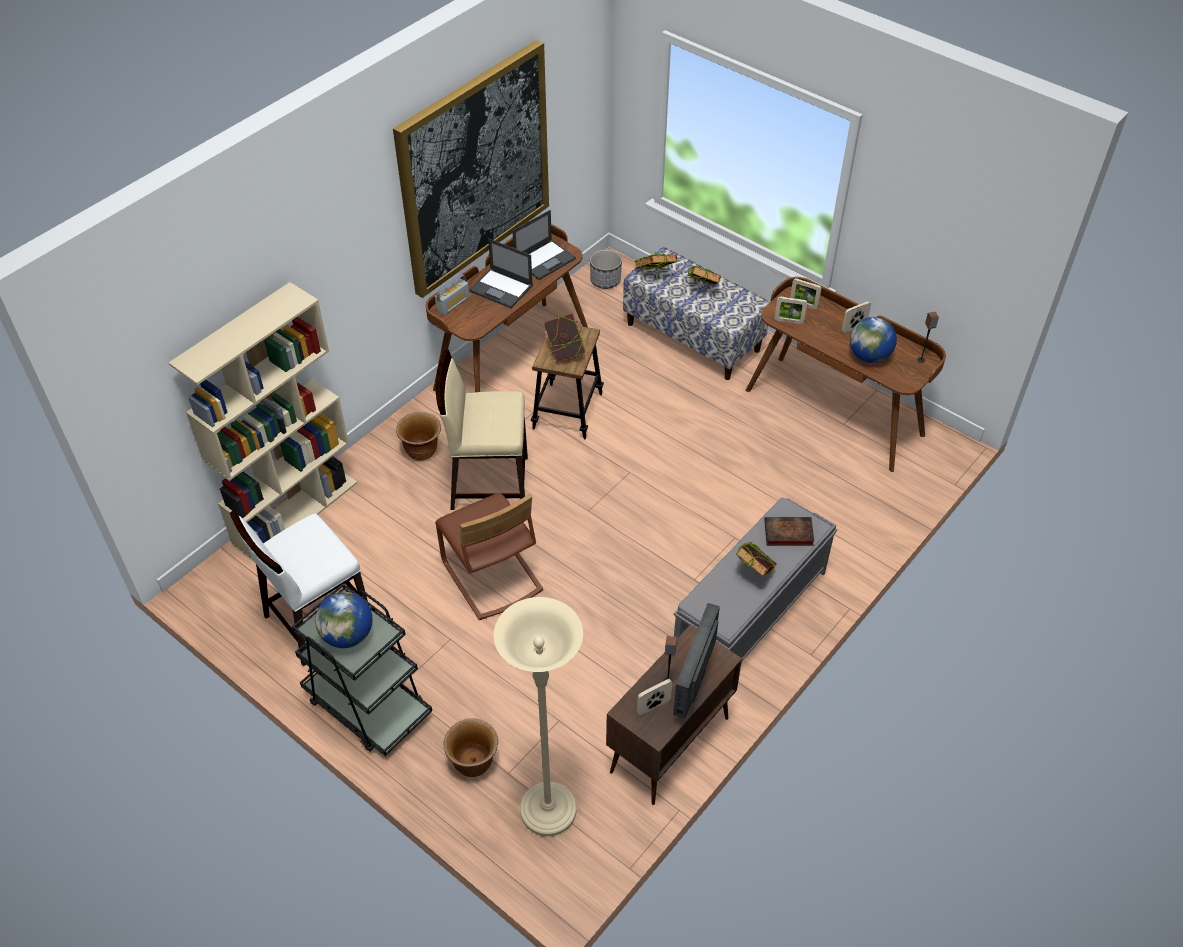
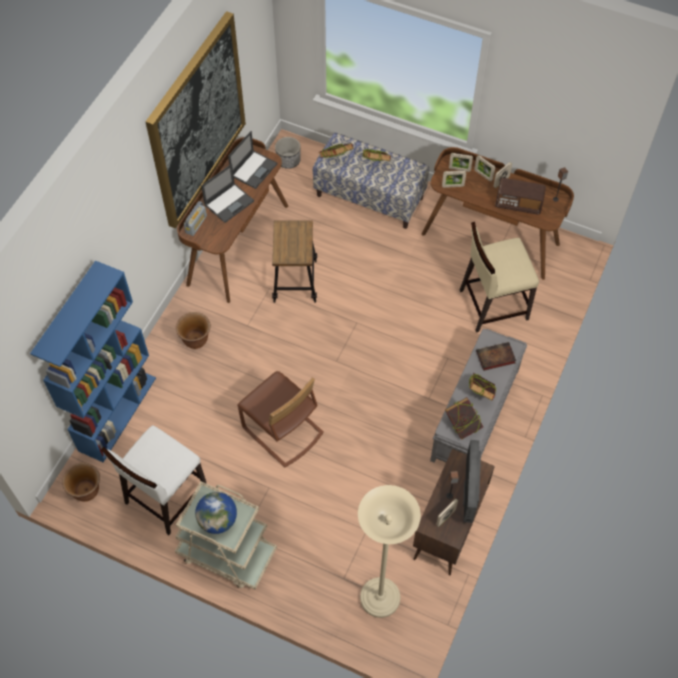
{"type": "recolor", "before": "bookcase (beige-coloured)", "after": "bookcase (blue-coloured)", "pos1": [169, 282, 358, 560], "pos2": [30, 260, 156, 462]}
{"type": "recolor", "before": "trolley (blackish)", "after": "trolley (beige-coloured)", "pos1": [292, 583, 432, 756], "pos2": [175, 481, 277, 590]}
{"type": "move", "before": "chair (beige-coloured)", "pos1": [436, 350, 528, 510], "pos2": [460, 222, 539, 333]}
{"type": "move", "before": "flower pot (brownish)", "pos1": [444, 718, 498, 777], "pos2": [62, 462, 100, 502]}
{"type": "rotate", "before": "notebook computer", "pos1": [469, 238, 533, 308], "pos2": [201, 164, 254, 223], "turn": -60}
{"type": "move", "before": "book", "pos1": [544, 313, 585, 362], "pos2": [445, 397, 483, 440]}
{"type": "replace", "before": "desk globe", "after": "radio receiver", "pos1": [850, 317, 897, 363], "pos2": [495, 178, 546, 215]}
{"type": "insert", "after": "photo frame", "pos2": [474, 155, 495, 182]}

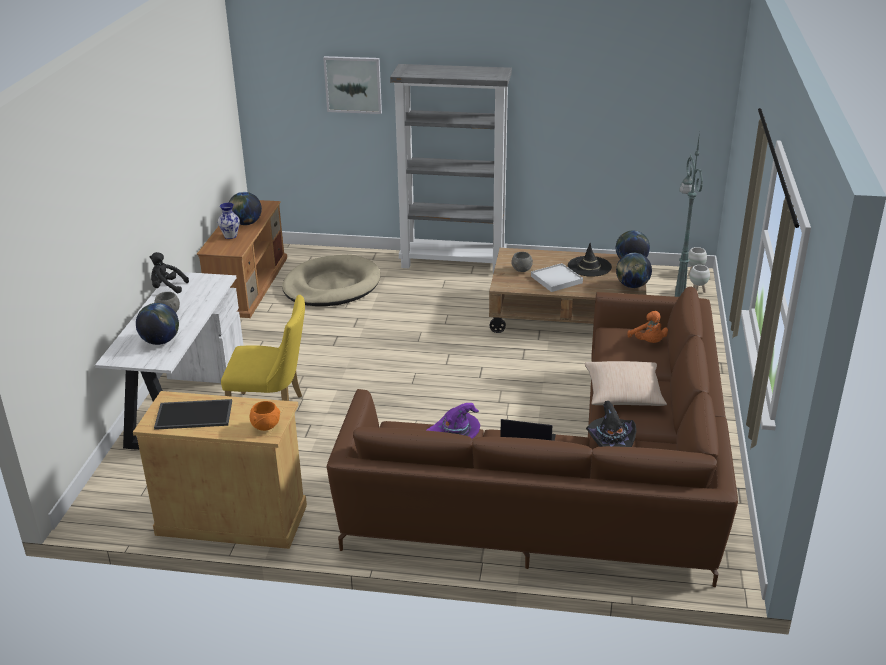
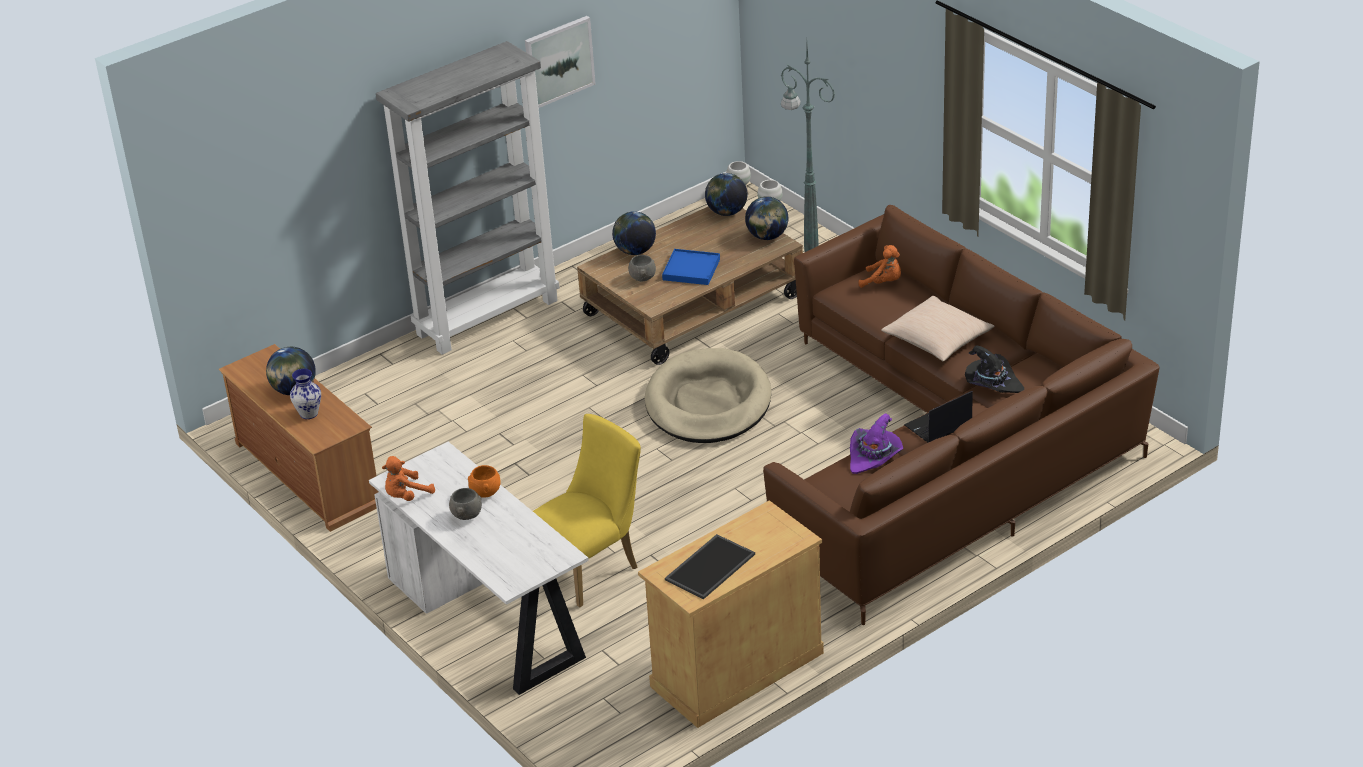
{"type": "move", "before": "desk globe", "pos1": [136, 303, 179, 345], "pos2": [612, 211, 656, 255]}
{"type": "recolor", "before": "plush toy (blackish)", "after": "plush toy (orange-coloured)", "pos1": [150, 252, 189, 293], "pos2": [382, 456, 435, 501]}
{"type": "move", "before": "serving bowl (orange-coloured)", "pos1": [250, 401, 280, 431], "pos2": [468, 465, 501, 498]}
{"type": "move", "before": "pet bed (beige-coloured)", "pos1": [282, 255, 380, 306], "pos2": [645, 348, 771, 443]}
{"type": "move", "before": "wall picture", "pos1": [323, 56, 382, 114], "pos2": [525, 16, 596, 108]}
{"type": "recolor", "before": "tray (white)", "after": "tray (blue-coloured)", "pos1": [531, 263, 583, 292], "pos2": [662, 249, 720, 285]}
{"type": "delete", "before": "hat (blackish)", "pos1": [568, 243, 612, 277]}

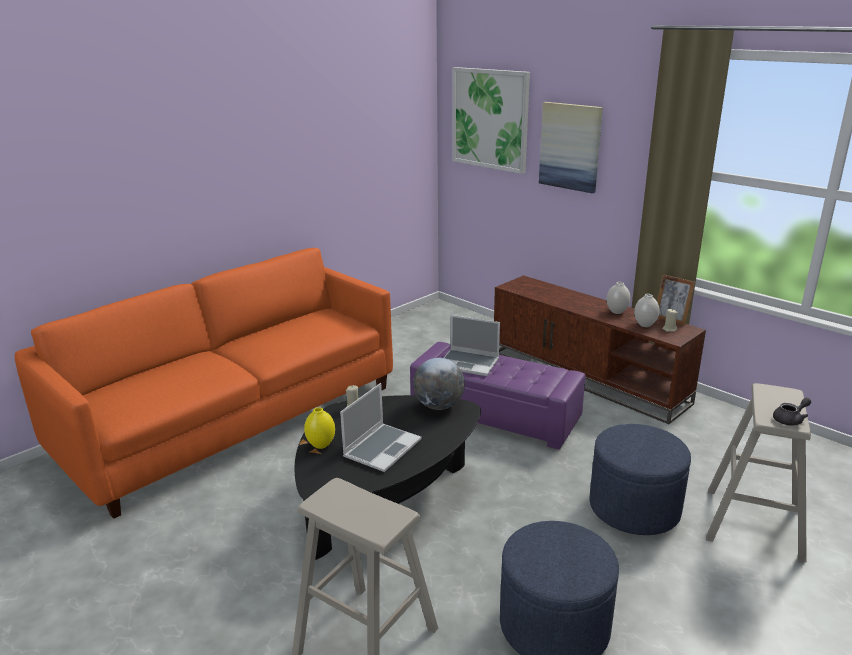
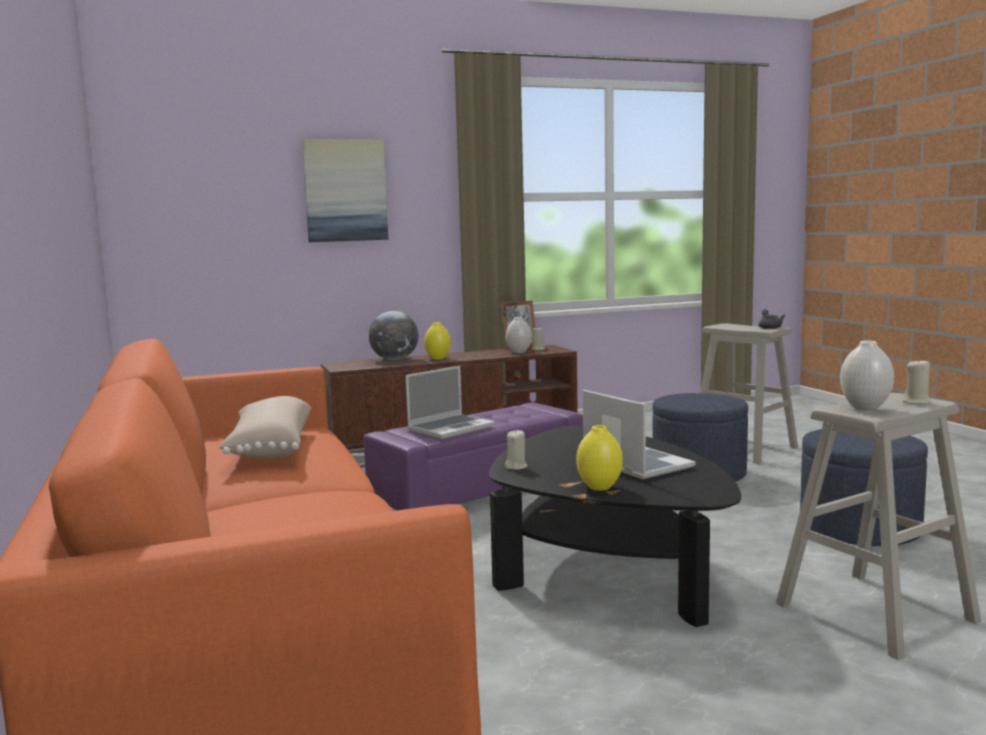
{"type": "move", "before": "desk globe", "pos1": [413, 358, 465, 410], "pos2": [369, 311, 418, 360]}
{"type": "delete", "before": "wall picture", "pos1": [452, 67, 530, 174]}
{"type": "move", "before": "decorative vase (white)", "pos1": [607, 282, 631, 314], "pos2": [840, 340, 894, 410]}
{"type": "insert", "after": "throw pillow (beige-coloured)", "pos2": [218, 396, 311, 458]}
{"type": "insert", "after": "decorative vase (yellow-coloured)", "pos2": [424, 322, 451, 360]}
{"type": "insert", "after": "wax light (beige-coloured)", "pos2": [903, 358, 932, 404]}

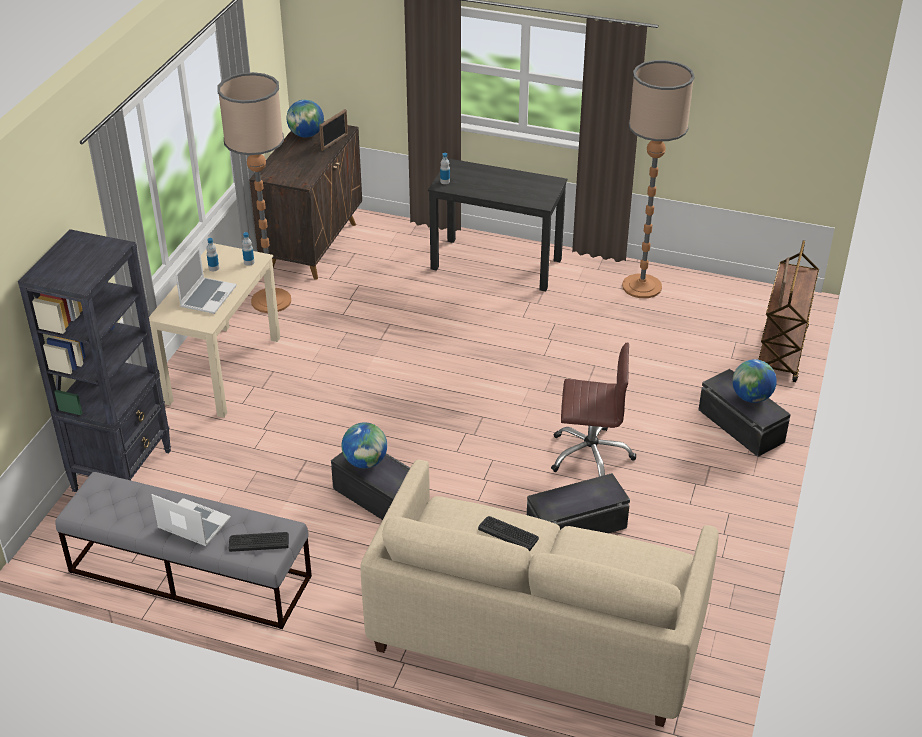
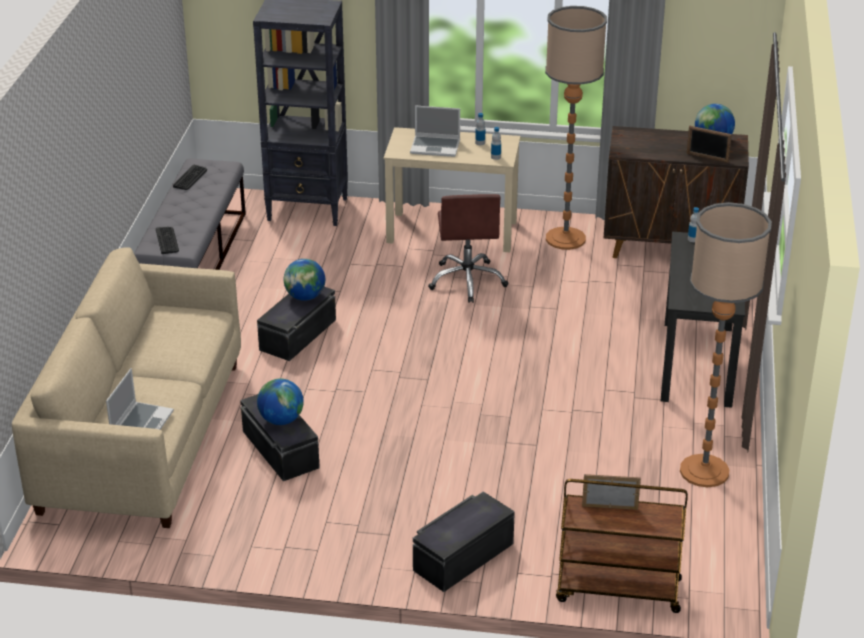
{"type": "move", "before": "notebook computer", "pos1": [152, 494, 231, 546], "pos2": [106, 368, 174, 430]}
{"type": "move", "before": "keyboard", "pos1": [478, 516, 539, 551], "pos2": [173, 165, 207, 190]}
{"type": "move", "before": "computer chair (brownish)", "pos1": [551, 343, 636, 477], "pos2": [428, 194, 508, 303]}
{"type": "move", "before": "desk globe", "pos1": [732, 359, 777, 403], "pos2": [257, 379, 304, 425]}

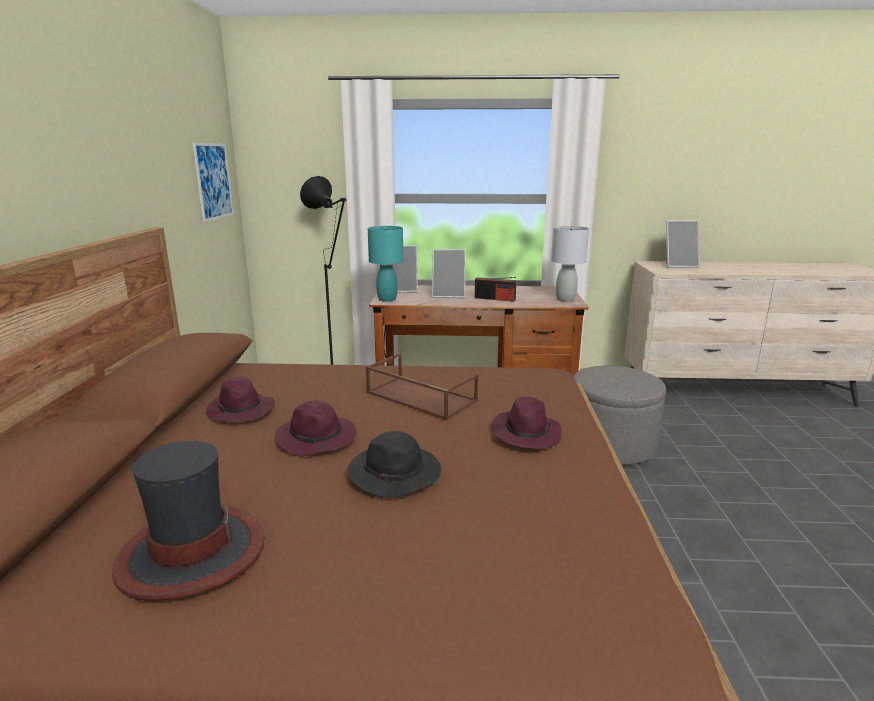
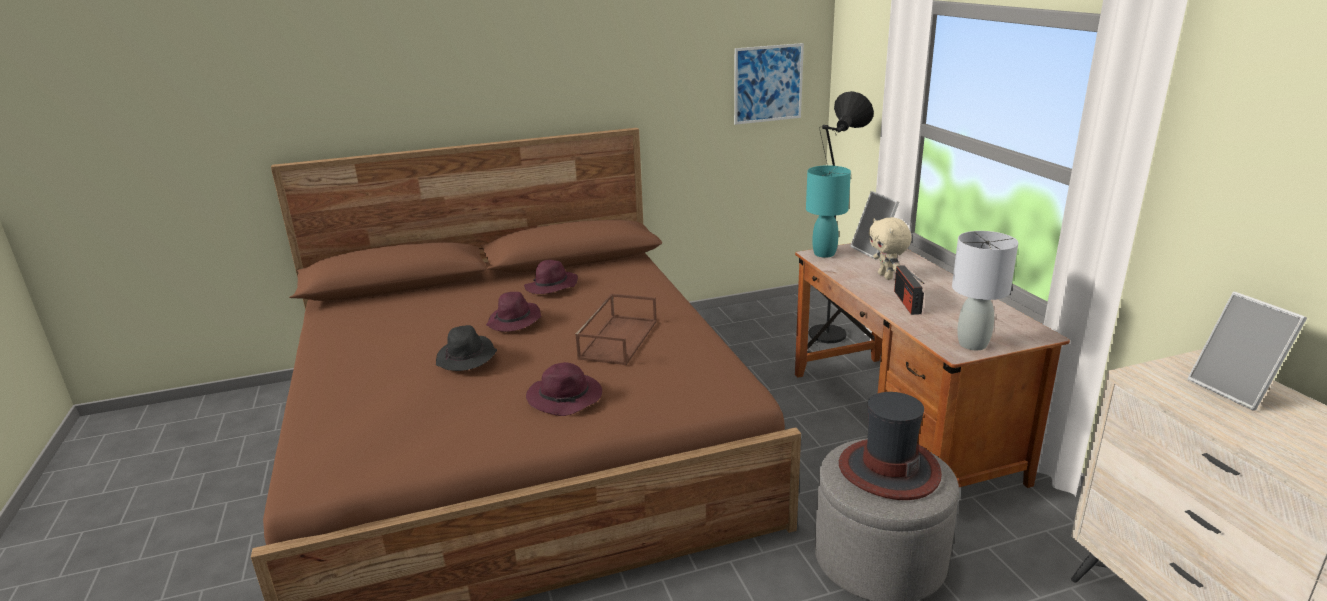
{"type": "move", "before": "hat", "pos1": [112, 441, 265, 601], "pos2": [839, 392, 942, 500]}
{"type": "replace", "before": "photo frame", "after": "plush toy (beige-coloured)", "pos1": [432, 249, 466, 298], "pos2": [869, 217, 912, 280]}

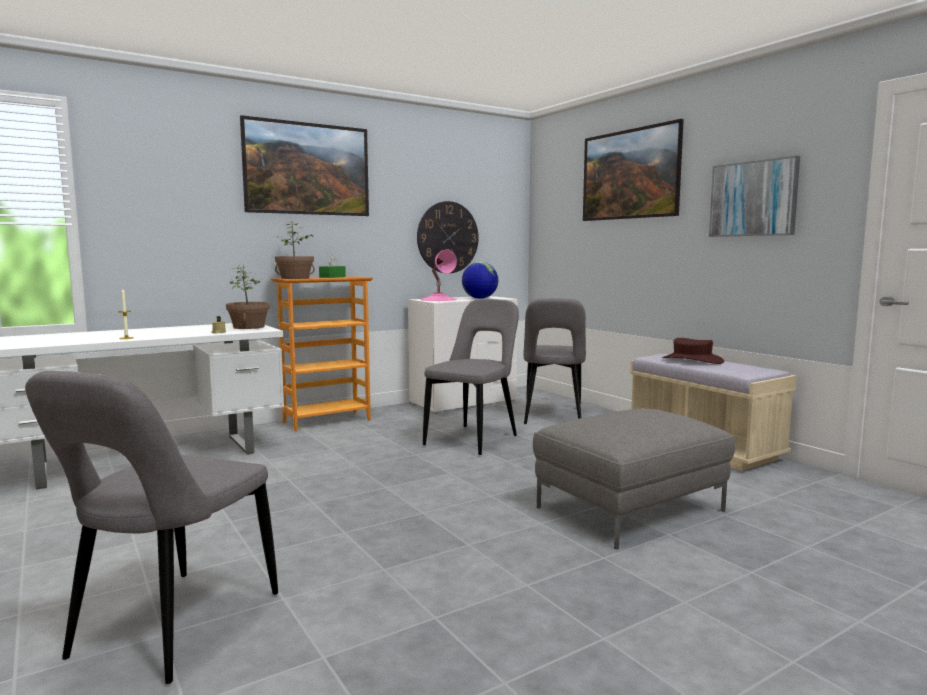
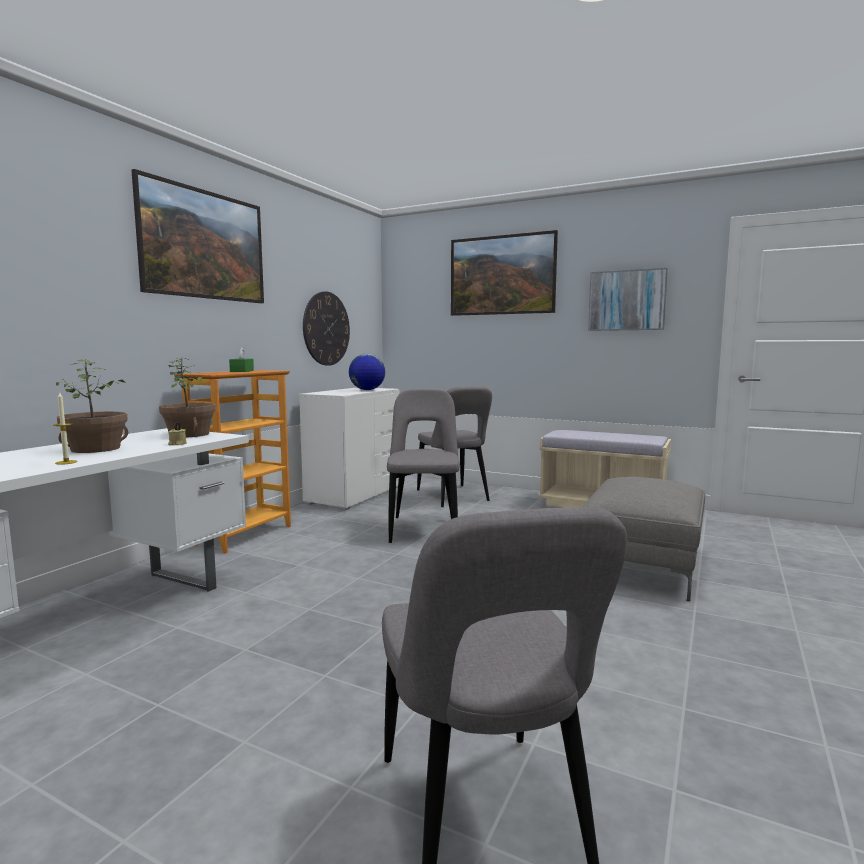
{"type": "move", "before": "potted plant", "pos1": [275, 221, 315, 279], "pos2": [56, 359, 128, 453]}
{"type": "delete", "before": "table lamp (pink-coloured)", "pos1": [421, 249, 457, 301]}
{"type": "delete", "before": "hat (brownish)", "pos1": [662, 338, 724, 364]}

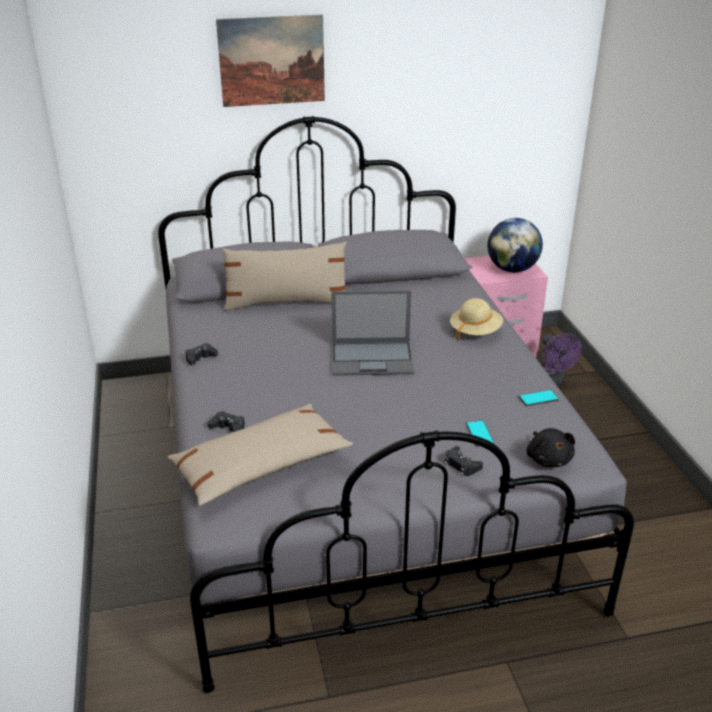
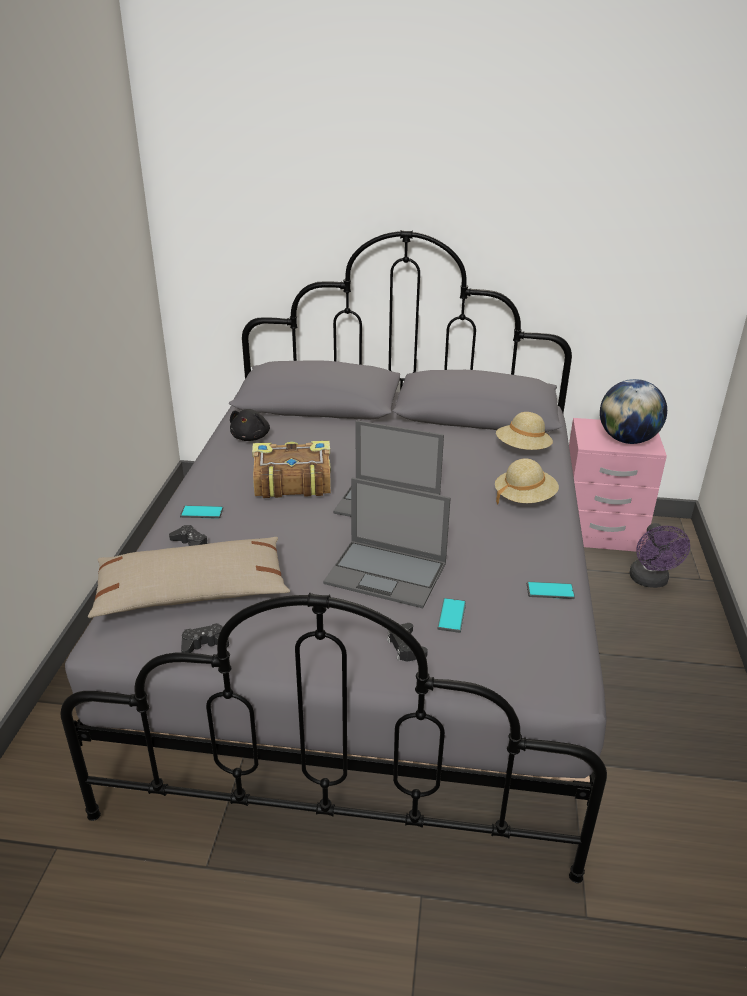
{"type": "move", "before": "gamepad (blackish)", "pos1": [185, 343, 218, 365], "pos2": [181, 623, 229, 653]}
{"type": "delete", "before": "wall picture", "pos1": [216, 15, 325, 107]}
{"type": "delete", "before": "throw pillow (beige-coloured)", "pos1": [222, 242, 347, 311]}
{"type": "move", "before": "plush toy (blackish)", "pos1": [526, 428, 575, 467], "pos2": [230, 409, 270, 441]}
{"type": "insert", "after": "phone", "pos2": [180, 505, 223, 519]}
{"type": "insert", "after": "book", "pos2": [252, 441, 331, 498]}
{"type": "insert", "after": "notebook computer", "pos2": [323, 477, 451, 608]}
{"type": "insert", "after": "hat (beige-coloured)", "pos2": [496, 412, 553, 450]}

